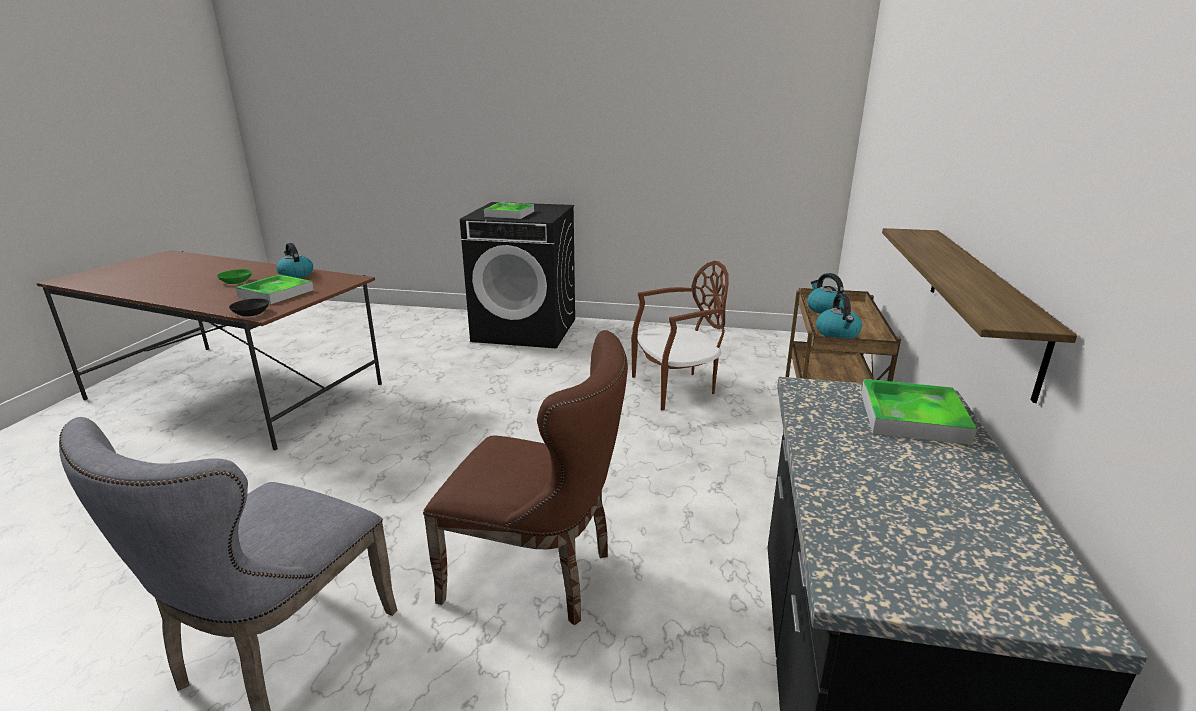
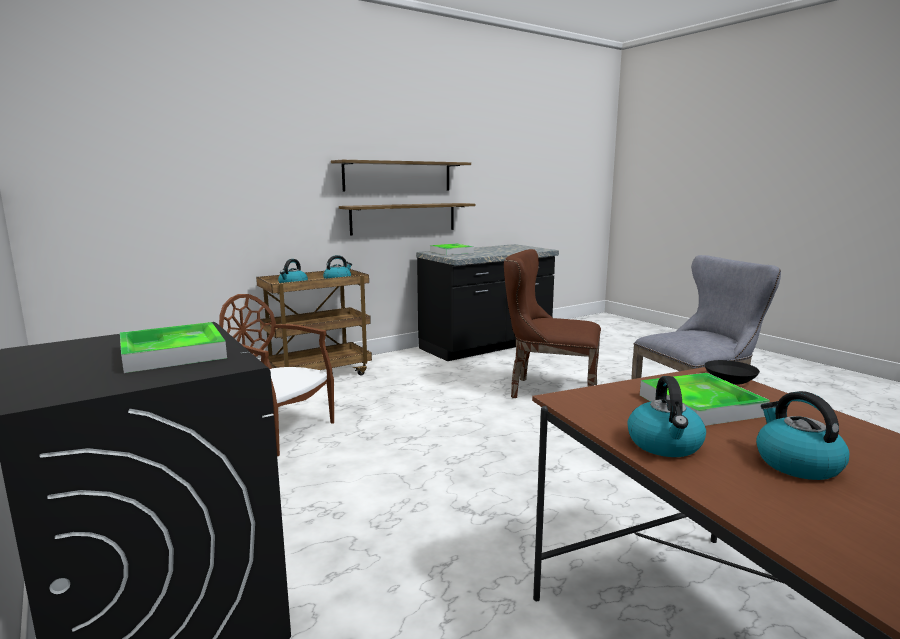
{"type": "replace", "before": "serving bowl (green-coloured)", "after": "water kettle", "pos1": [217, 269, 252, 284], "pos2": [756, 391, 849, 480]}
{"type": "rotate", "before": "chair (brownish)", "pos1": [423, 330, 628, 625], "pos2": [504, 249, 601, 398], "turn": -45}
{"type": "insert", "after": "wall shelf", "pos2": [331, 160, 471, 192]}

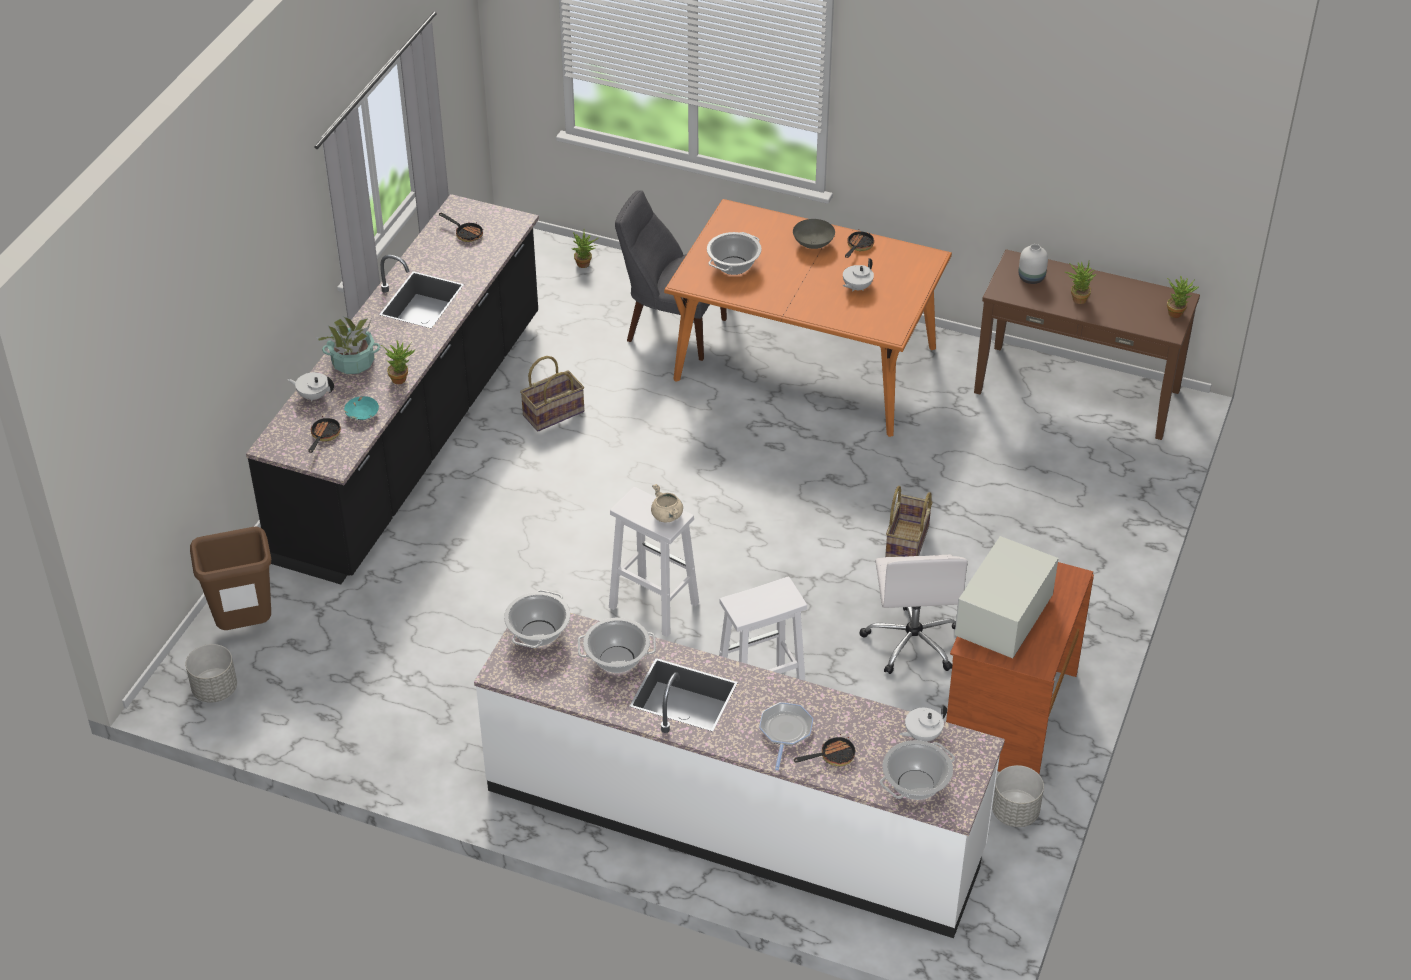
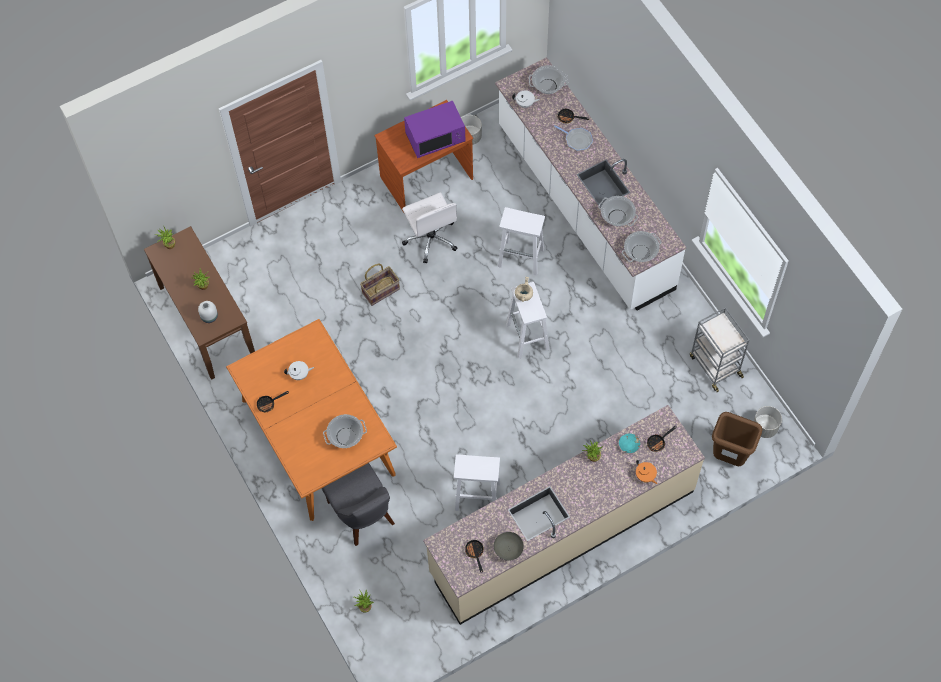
{"type": "recolor", "before": "kitchen base unit (blackish)", "after": "kitchen base unit (beige-coloured)", "pos1": [246, 194, 539, 584], "pos2": [423, 405, 705, 625]}
{"type": "recolor", "before": "pot for tea (white)", "after": "pot for tea (orange-coloured)", "pos1": [287, 372, 334, 401], "pos2": [636, 460, 657, 484]}
{"type": "delete", "before": "potted plant", "pos1": [316, 316, 380, 374]}
{"type": "replace", "before": "basket", "after": "stool seat (white)", "pos1": [520, 356, 584, 432], "pos2": [454, 454, 500, 511]}
{"type": "rotate", "before": "skillet", "pos1": [759, 702, 813, 770], "pos2": [554, 125, 593, 151], "turn": -105}
{"type": "move", "before": "serving bowl (gray)", "pos1": [793, 219, 835, 249], "pos2": [494, 532, 524, 561]}
{"type": "rotate", "before": "computer chair (white)", "pos1": [859, 555, 968, 674], "pos2": [402, 192, 457, 263], "turn": 120}
{"type": "recolor", "before": "microwave (white)", "after": "microwave (purple-coloured)", "pos1": [955, 536, 1058, 658], "pos2": [404, 101, 465, 158]}
{"type": "insert", "after": "trolley (gray)", "pos2": [690, 307, 750, 392]}

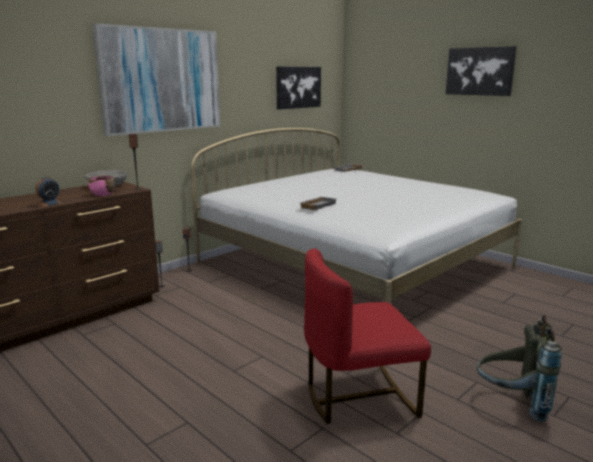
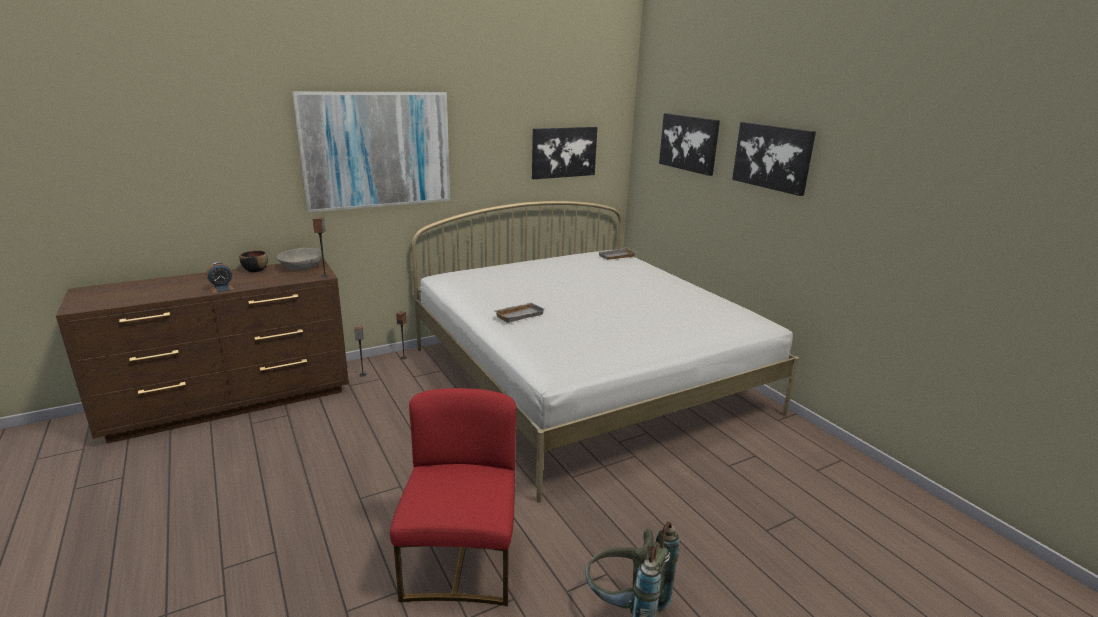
{"type": "delete", "before": "serving bowl (pink-coloured)", "pos1": [88, 176, 115, 196]}
{"type": "rotate", "before": "chair (red-coloured)", "pos1": [304, 248, 431, 424], "pos2": [390, 388, 516, 606], "turn": 90}
{"type": "insert", "after": "serving bowl (blackish)", "pos2": [239, 250, 268, 272]}
{"type": "insert", "after": "wall picture", "pos2": [659, 113, 720, 176]}

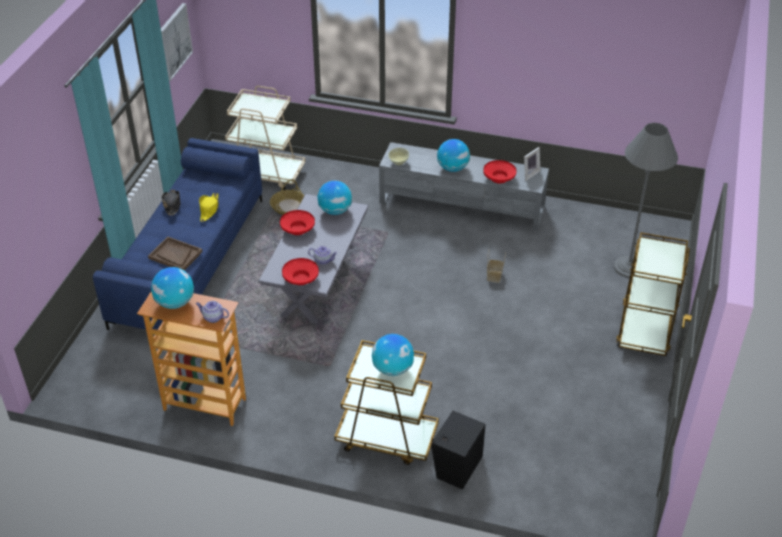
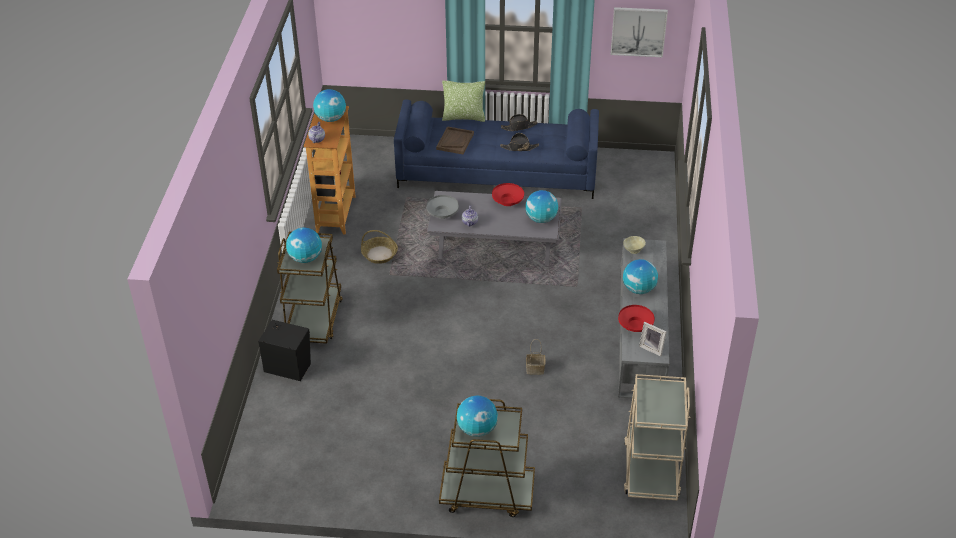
{"type": "recolor", "before": "hat (yellow-coloured)", "after": "hat (blackish)", "pos1": [199, 193, 219, 222], "pos2": [500, 133, 539, 151]}
{"type": "move", "before": "trolley (beige-coloured)", "pos1": [225, 86, 306, 190], "pos2": [624, 374, 690, 501]}
{"type": "move", "before": "basket", "pos1": [270, 179, 305, 215], "pos2": [361, 230, 398, 264]}
{"type": "recolor", "before": "serving bowl (red-coloured)", "after": "serving bowl (gray)", "pos1": [282, 258, 319, 285], "pos2": [426, 195, 459, 219]}
{"type": "delete", "before": "floor lamp (gray)", "pos1": [614, 123, 678, 278]}
{"type": "insert", "after": "throw pillow", "pos2": [442, 81, 485, 122]}
{"type": "insert", "after": "desk globe", "pos2": [457, 396, 498, 437]}

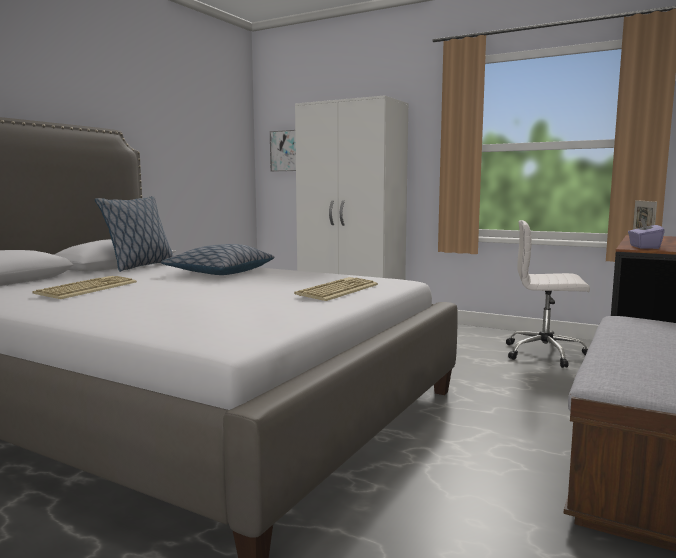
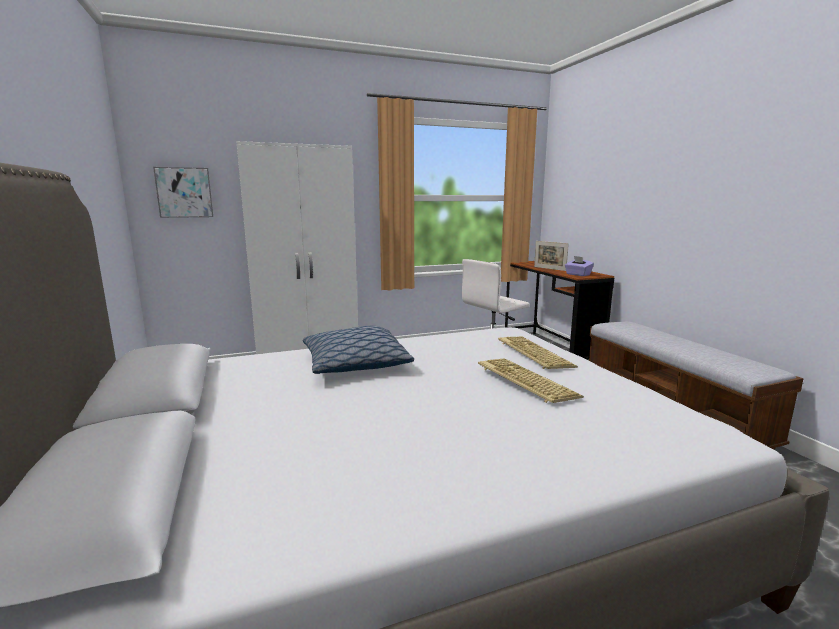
{"type": "move", "before": "keyboard", "pos1": [32, 276, 137, 299], "pos2": [478, 358, 584, 403]}
{"type": "delete", "before": "throw pillow", "pos1": [95, 196, 173, 272]}

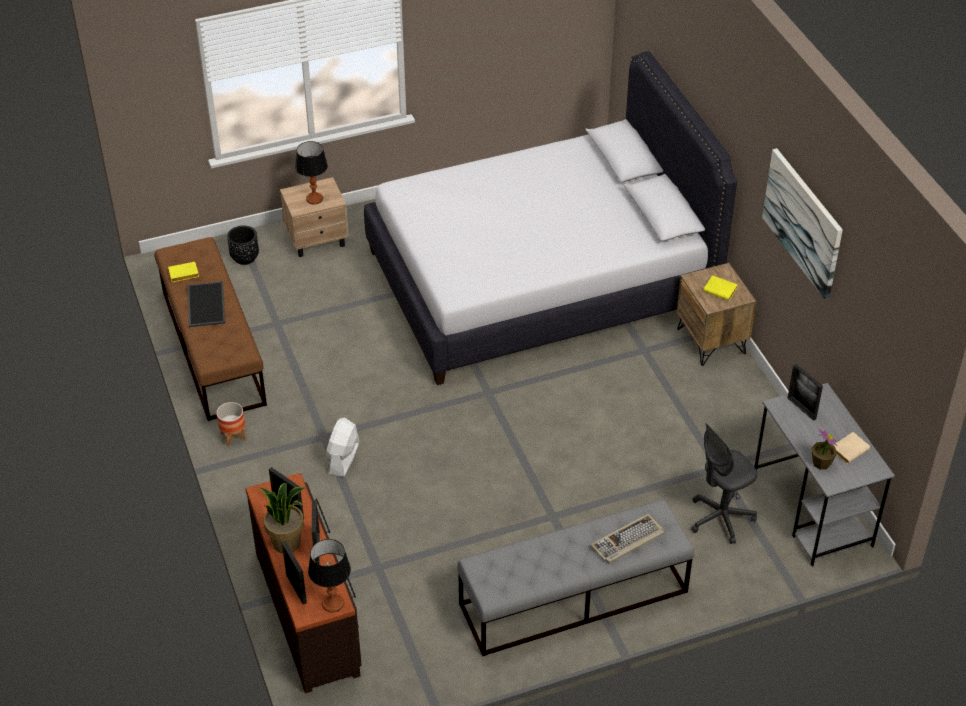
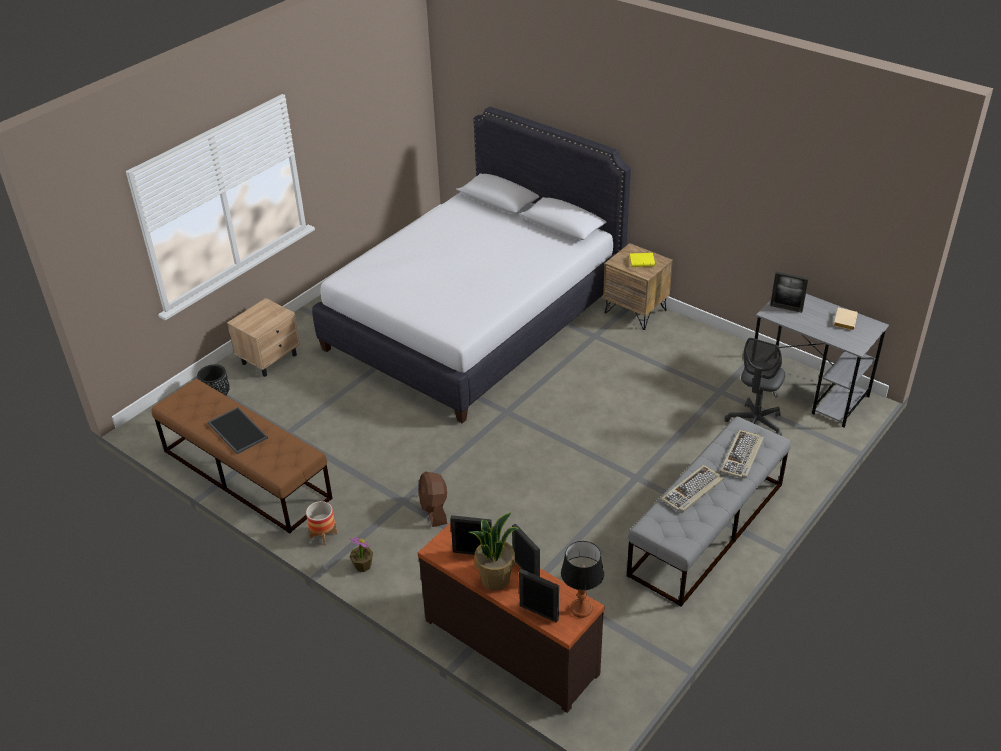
{"type": "delete", "before": "book (yellow-coloured)", "pos1": [168, 262, 199, 282]}
{"type": "delete", "before": "table lamp", "pos1": [295, 141, 328, 204]}
{"type": "recolor", "before": "fan (white)", "after": "fan (brownish)", "pos1": [326, 418, 359, 477], "pos2": [419, 471, 447, 527]}
{"type": "delete", "before": "wall picture", "pos1": [762, 148, 843, 300]}
{"type": "move", "before": "potted plant", "pos1": [811, 429, 837, 470], "pos2": [349, 537, 373, 572]}
{"type": "insert", "after": "keyboard", "pos2": [661, 465, 724, 513]}

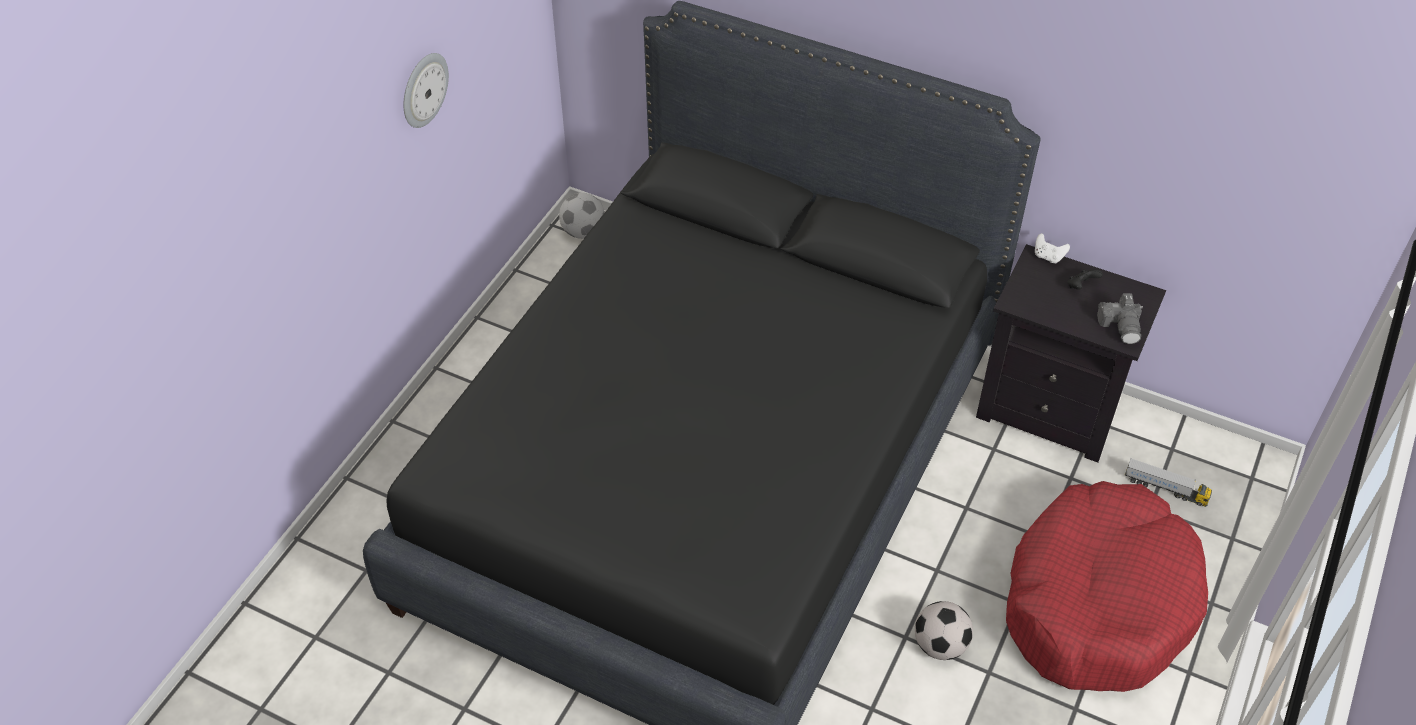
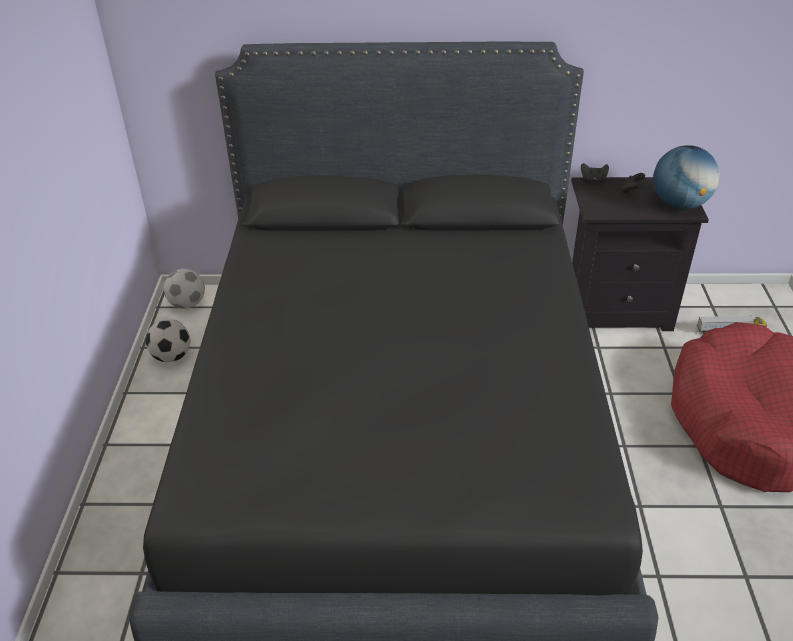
{"type": "delete", "before": "clock on the wall", "pos1": [403, 53, 449, 128]}
{"type": "move", "before": "ball for football", "pos1": [915, 601, 973, 660], "pos2": [146, 319, 190, 362]}
{"type": "recolor", "before": "gamepad (white)", "after": "gamepad (blackish)", "pos1": [1035, 233, 1070, 264], "pos2": [581, 163, 609, 183]}
{"type": "replace", "before": "photo camera", "after": "desk globe", "pos1": [1097, 293, 1143, 344], "pos2": [653, 145, 720, 209]}

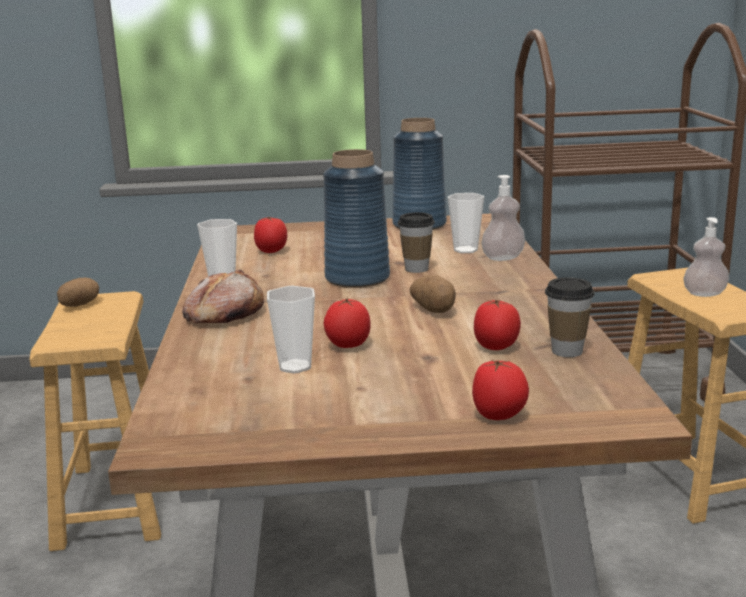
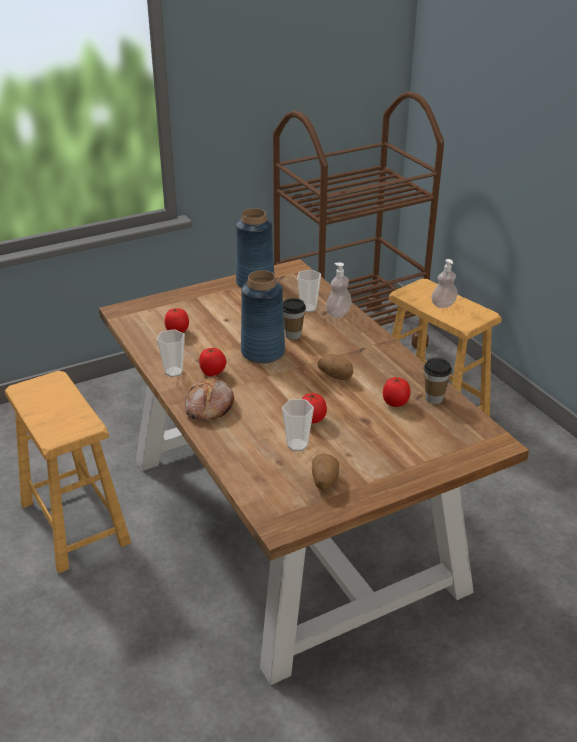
{"type": "move", "before": "spud", "pos1": [57, 278, 99, 307], "pos2": [312, 454, 339, 490]}
{"type": "move", "before": "fresh tomato", "pos1": [472, 359, 529, 420], "pos2": [199, 348, 226, 376]}

